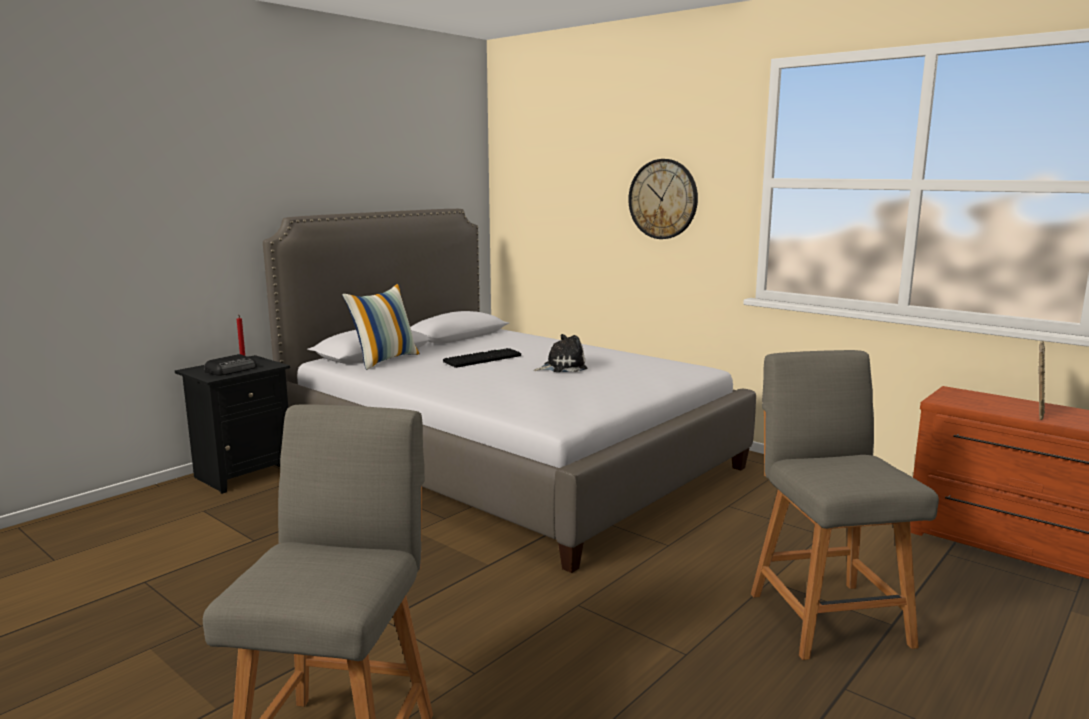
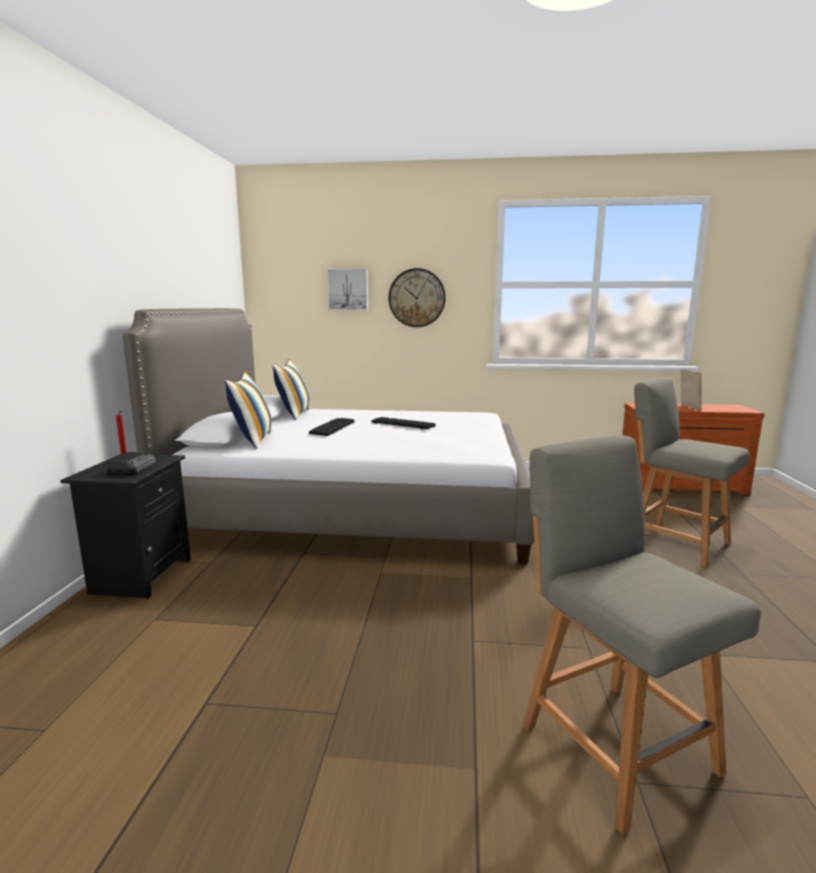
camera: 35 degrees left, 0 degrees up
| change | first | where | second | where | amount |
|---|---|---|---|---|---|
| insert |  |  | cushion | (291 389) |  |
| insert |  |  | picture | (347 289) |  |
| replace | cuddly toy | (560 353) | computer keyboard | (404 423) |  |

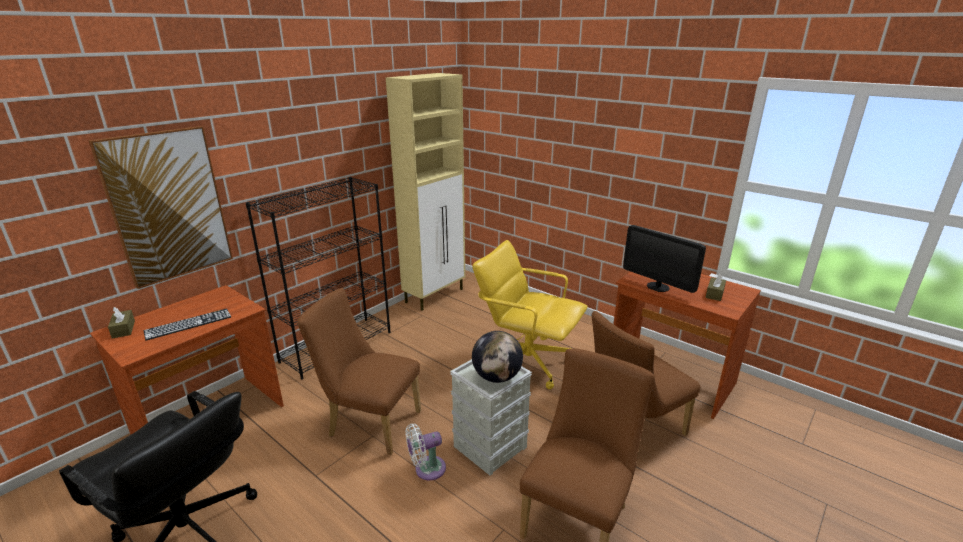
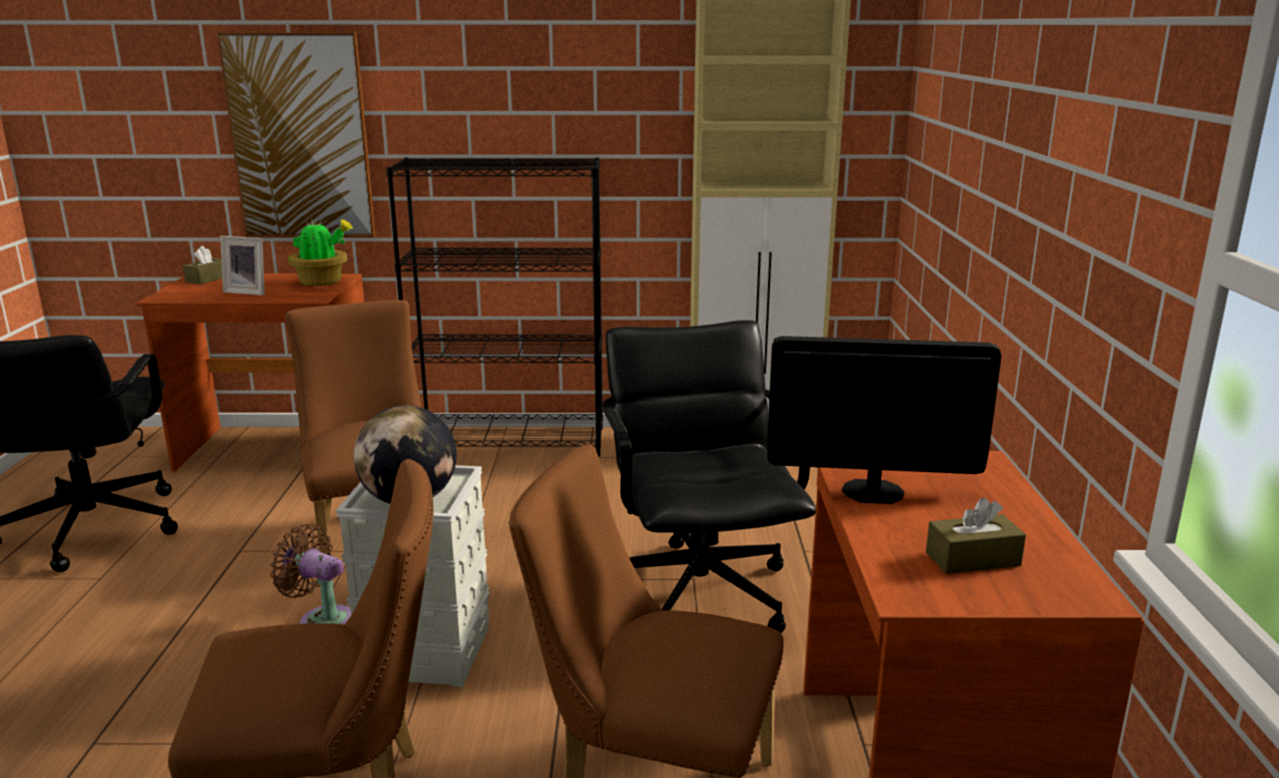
camera: 50 degrees right, 5 degrees down
| change | first | where | second | where | amount |
|---|---|---|---|---|---|
| replace | computer keyboard | (187 324) | picture frame | (242 265) |  |
| recolor | white-coloured fan | (425 452) | brownish fan | (310 574) |  |
| insert |  |  | houseplant | (320 252) |  |
| recolor | yellow desk chair | (530 314) | black-coloured desk chair | (709 476) |  |
| rotate | monitor | (664 259) |  | (884 420) | 90 degrees clockwise |

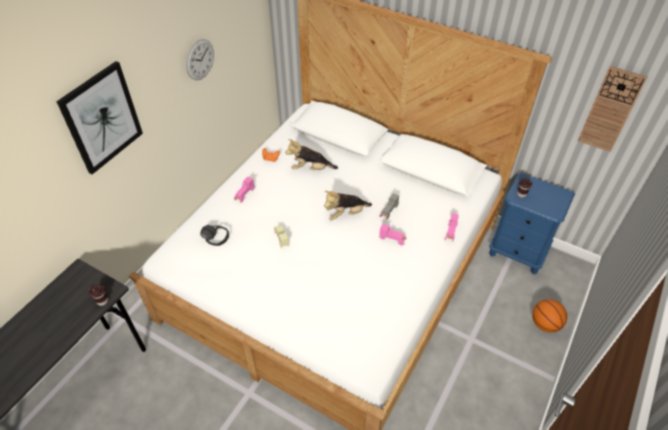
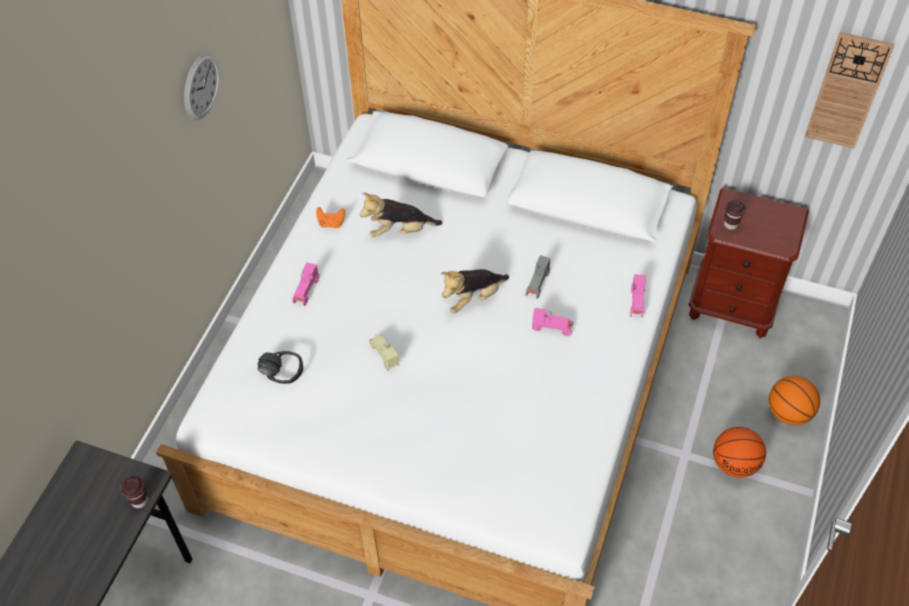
camera: 10 degrees left, 5 degrees up
| change | first | where | second | where | amount |
|---|---|---|---|---|---|
| recolor | bluish bedside table | (532 223) | brownish bedside table | (748 263) |  |
| insert |  |  | basketball | (739 452) |  |
| delete | picture | (99 117) |  |  |  |

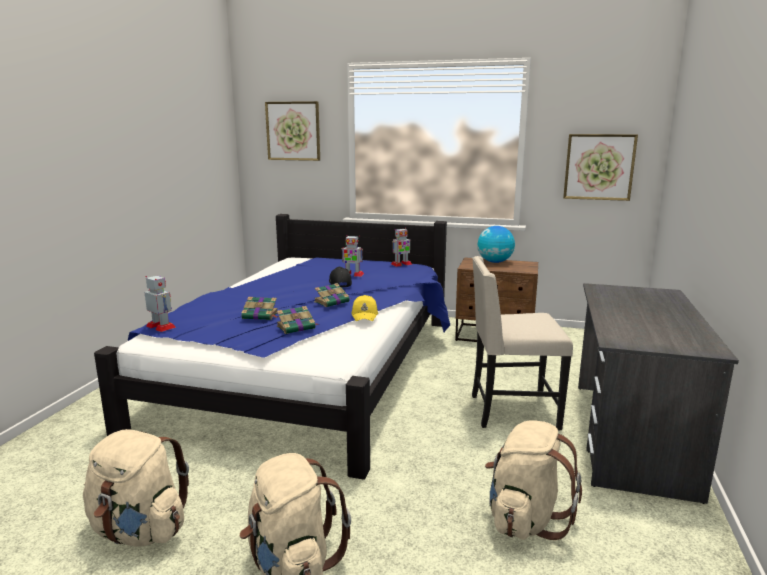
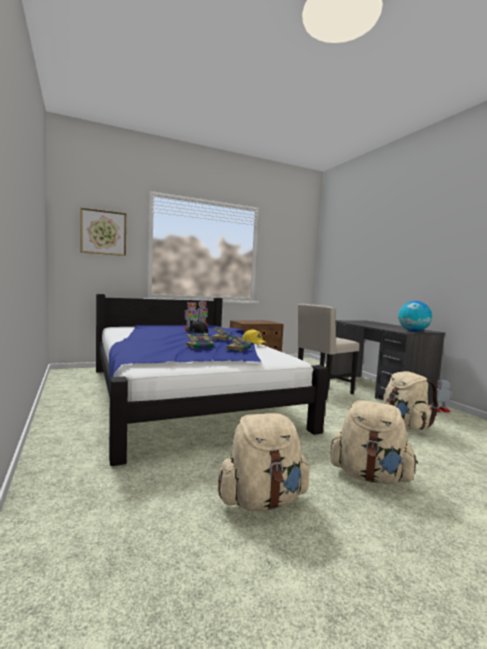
camera: 40 degrees left, 10 degrees down
| change | first | where | second | where | amount |
|---|---|---|---|---|---|
| move | desk globe | (496 244) |  | (415 316) |  |
| move | robot figure | (160 304) |  | (440 396) |  |
| delete | picture | (600 167) |  |  |  |

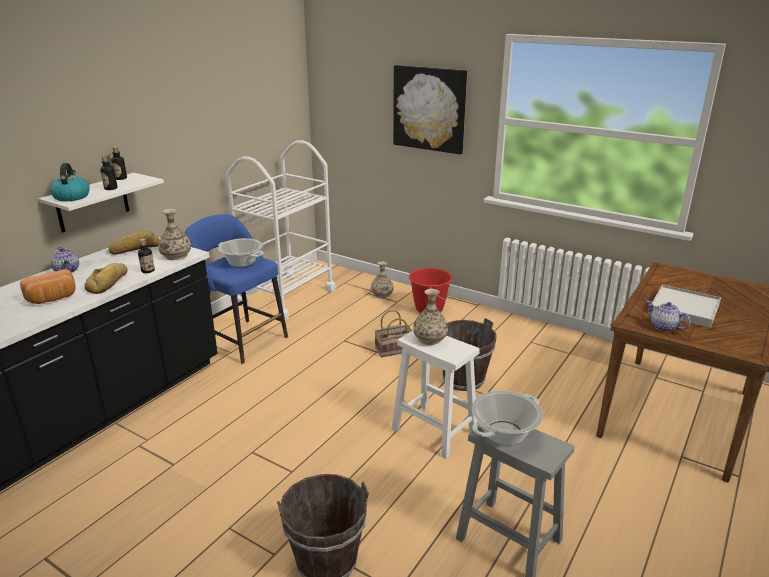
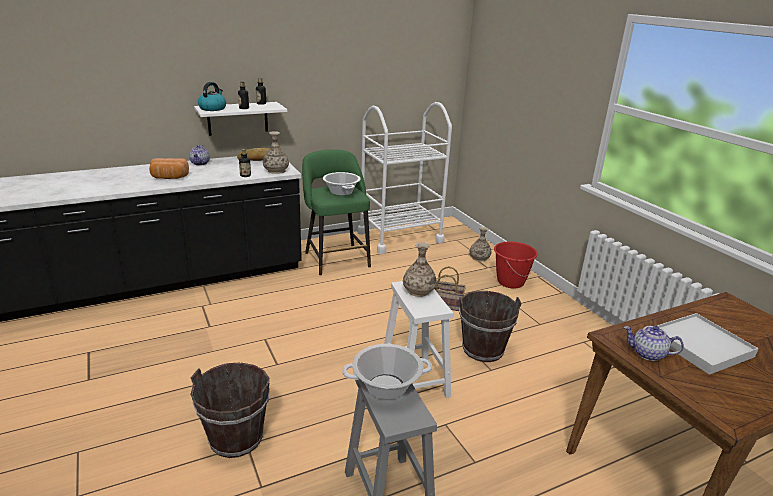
camera: 30 degrees right, 0 degrees up
| change | first | where | second | where | amount |
|---|---|---|---|---|---|
| recolor | bluish stool seat | (236 289) | green-coloured stool seat | (336 212) |  |
| rotate | teapot | (668 316) |  | (654 343) | 60 degrees counterclockwise |
| delete | bread | (106 278) |  |  |  |
| delete | picture | (430 109) |  |  |  |

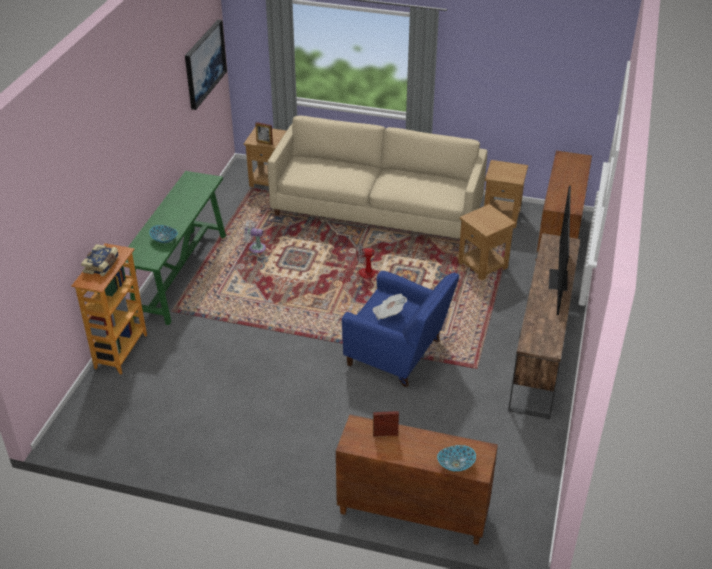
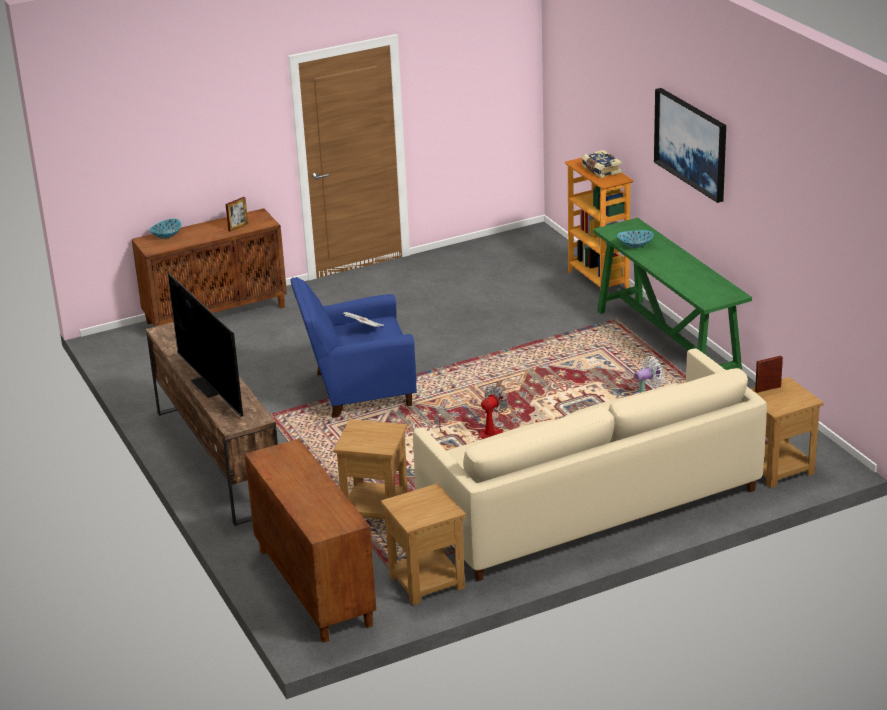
camera: 140 degrees right, 10 degrees down
| change | first | where | second | where | amount |
|---|---|---|---|---|---|
| move | picture | (206 64) |  | (690 145) |  |

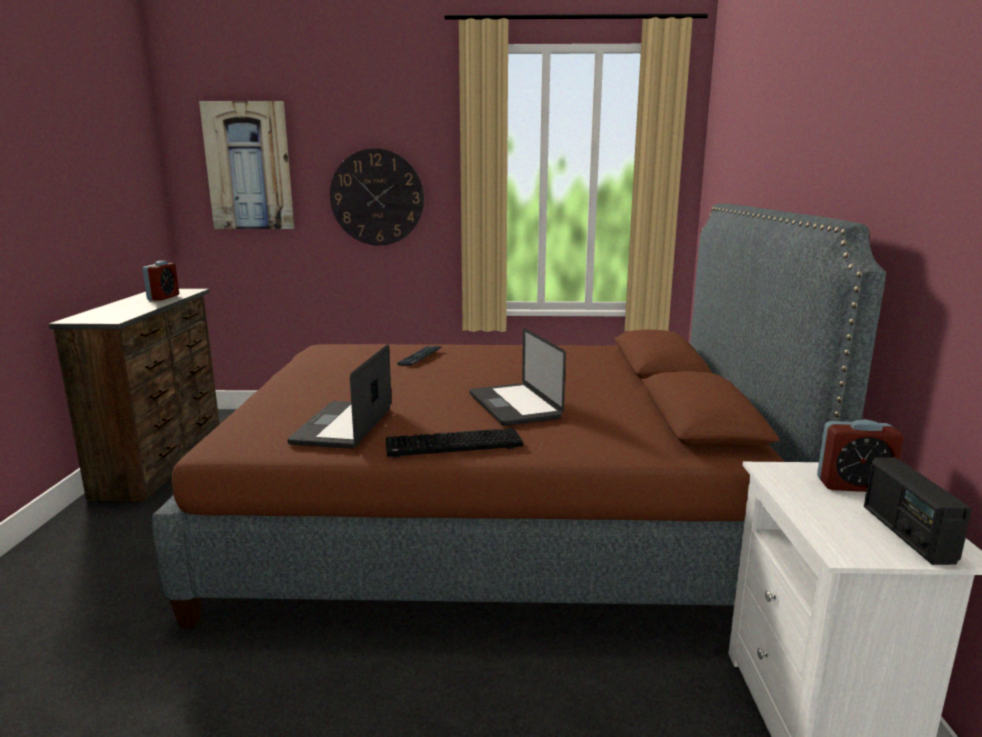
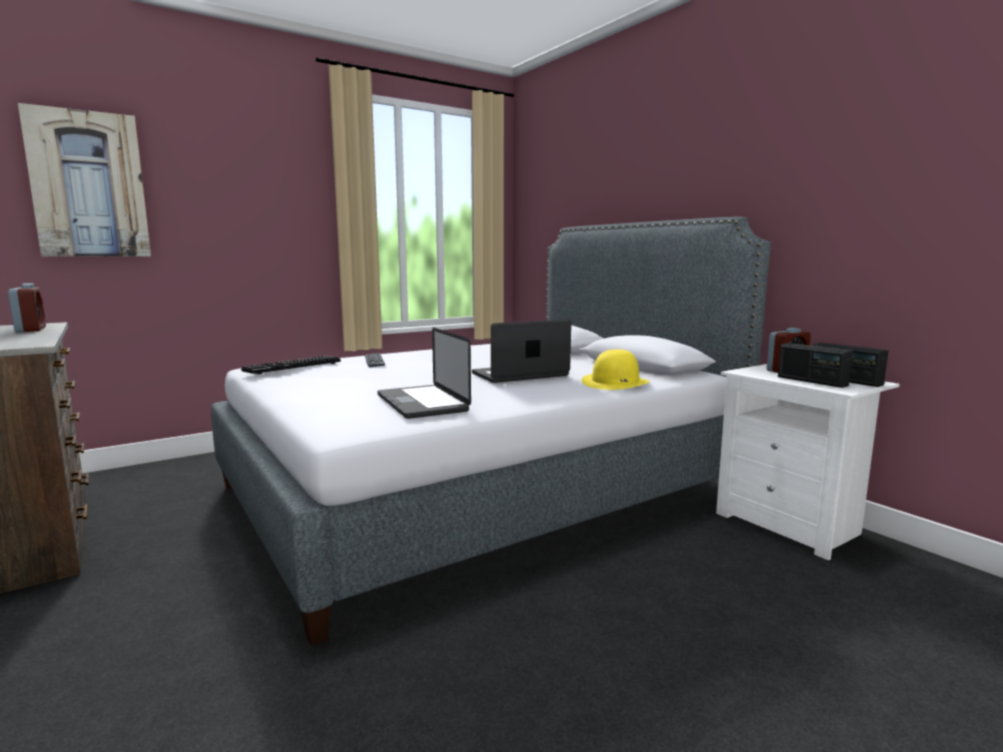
camera: 35 degrees left, 5 degrees down
| change | first | where | second | where | amount |
|---|---|---|---|---|---|
| recolor | brownish bedroom bed | (519 415) | greyish bedroom bed | (491 431) |  |
| move | computer keyboard | (454 443) |  | (291 365) |  |
| rotate | notebook computer | (517 377) |  | (521 351) | 120 degrees clockwise |
| insert |  |  | yellow hat | (615 369) |  |
| insert |  |  | radio | (815 365) |  |
| delete | hanging clock | (377 197) |  |  |  |

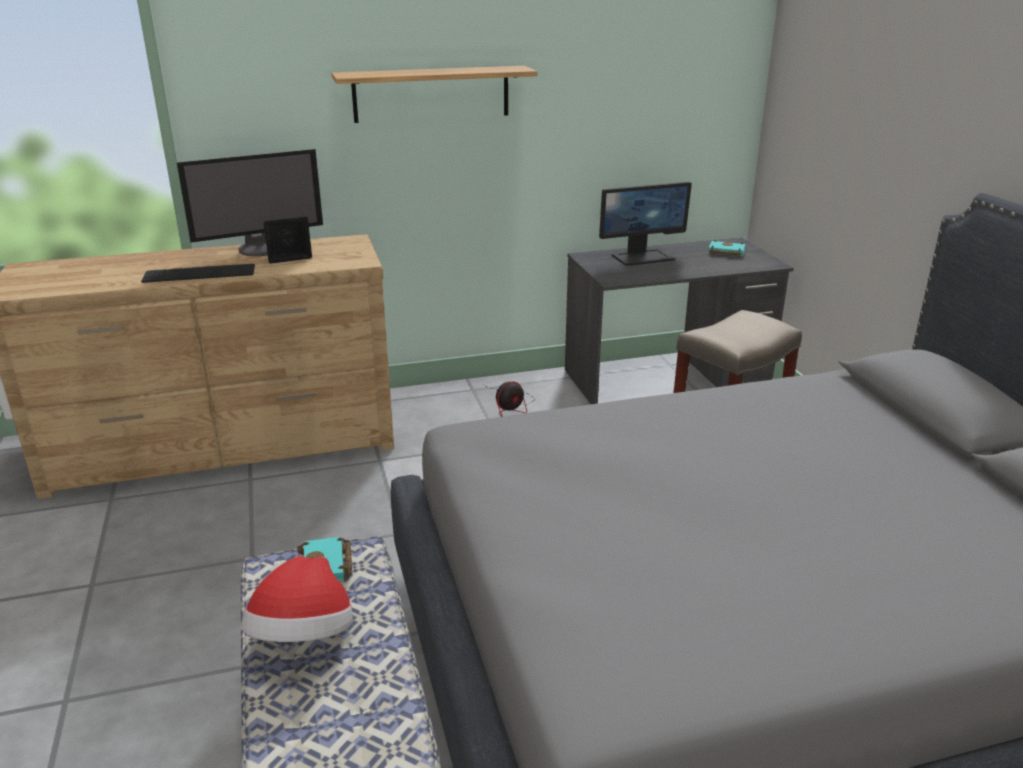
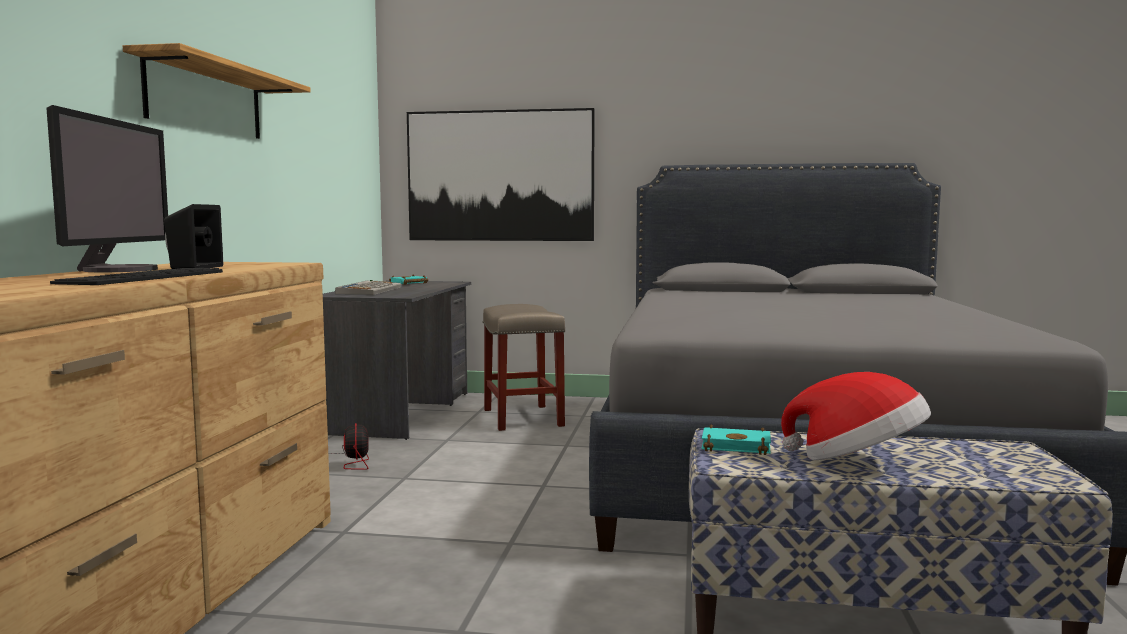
camera: 65 degrees left, 20 degrees down
| change | first | where | second | where | amount |
|---|---|---|---|---|---|
| replace | monitor | (645 224) | computer keyboard | (368 287) |  |
| insert |  |  | picture | (501 174) |  |

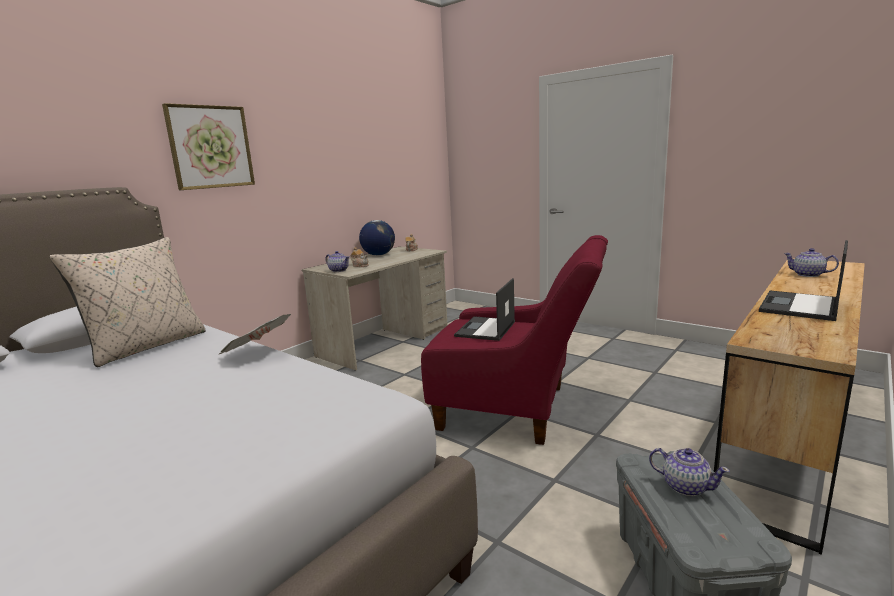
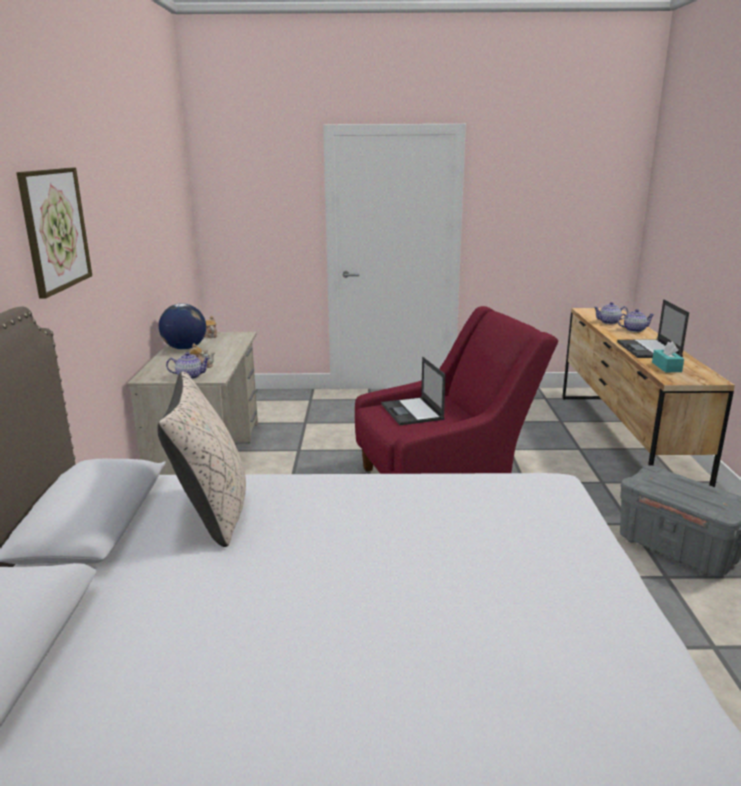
camera: 40 degrees left, 5 degrees up
| change | first | where | second | where | amount |
|---|---|---|---|---|---|
| move | teapot | (689 472) |  | (636 320) |  |
| insert |  |  | turquoise-coloured box of tissues | (668 356) |  |
| delete | newspaper | (255 334) |  |  |  |

